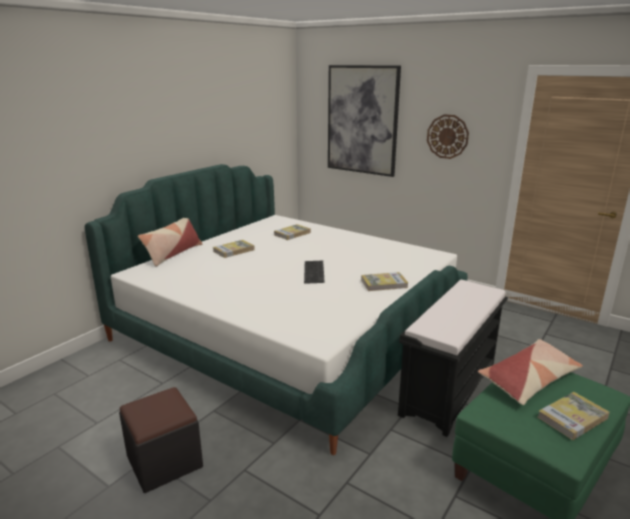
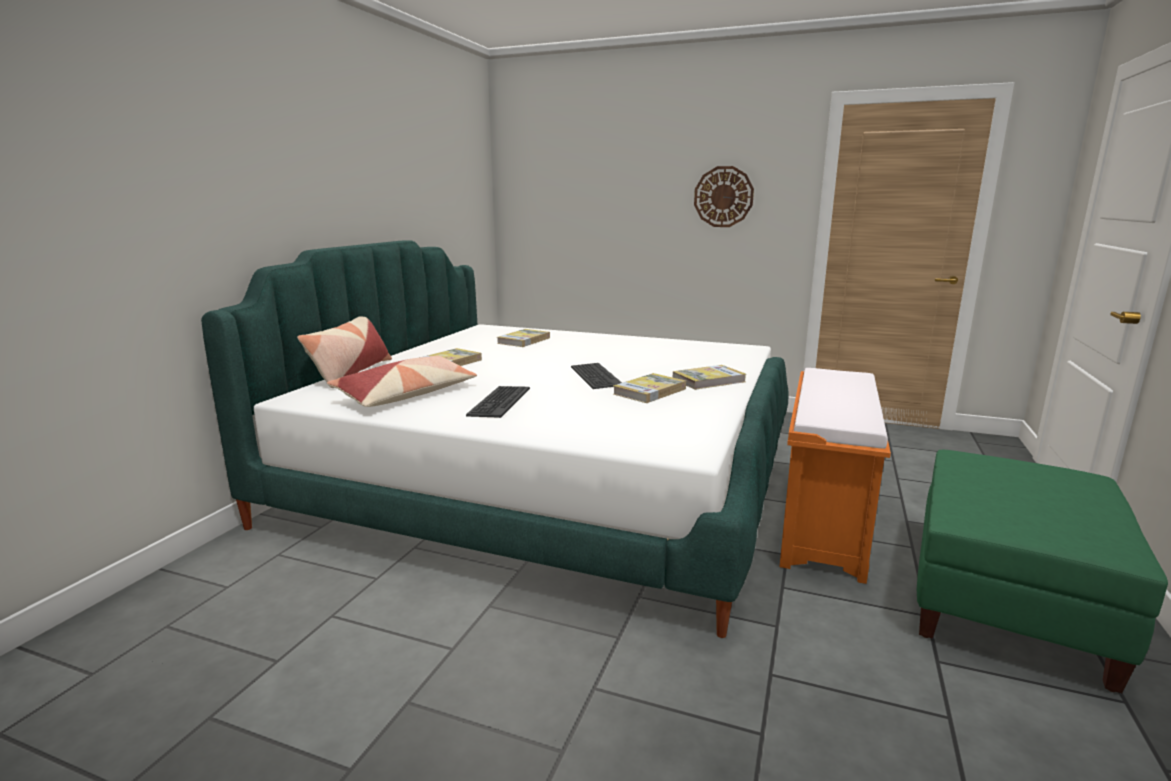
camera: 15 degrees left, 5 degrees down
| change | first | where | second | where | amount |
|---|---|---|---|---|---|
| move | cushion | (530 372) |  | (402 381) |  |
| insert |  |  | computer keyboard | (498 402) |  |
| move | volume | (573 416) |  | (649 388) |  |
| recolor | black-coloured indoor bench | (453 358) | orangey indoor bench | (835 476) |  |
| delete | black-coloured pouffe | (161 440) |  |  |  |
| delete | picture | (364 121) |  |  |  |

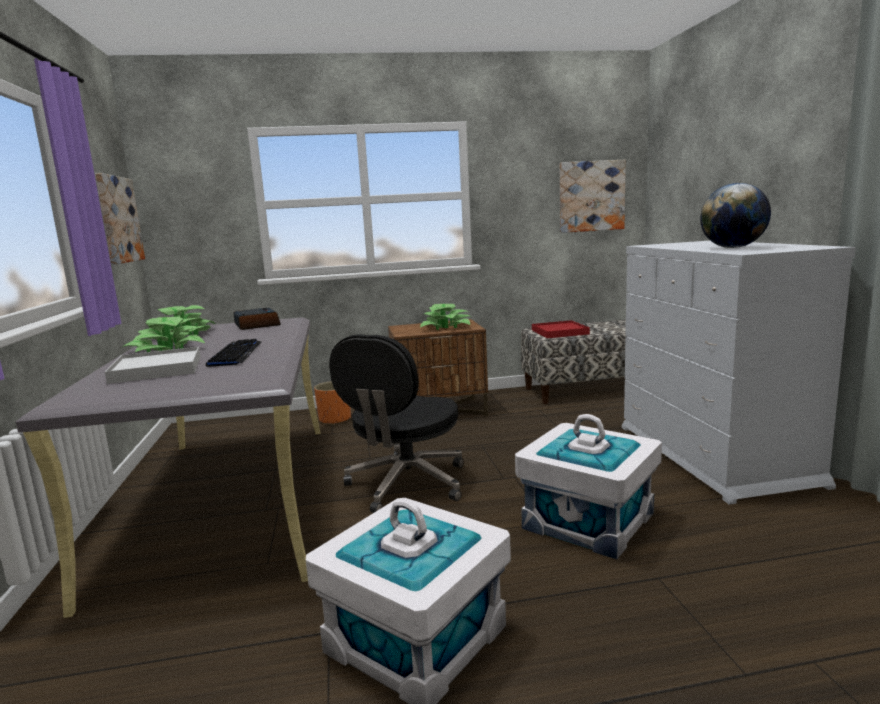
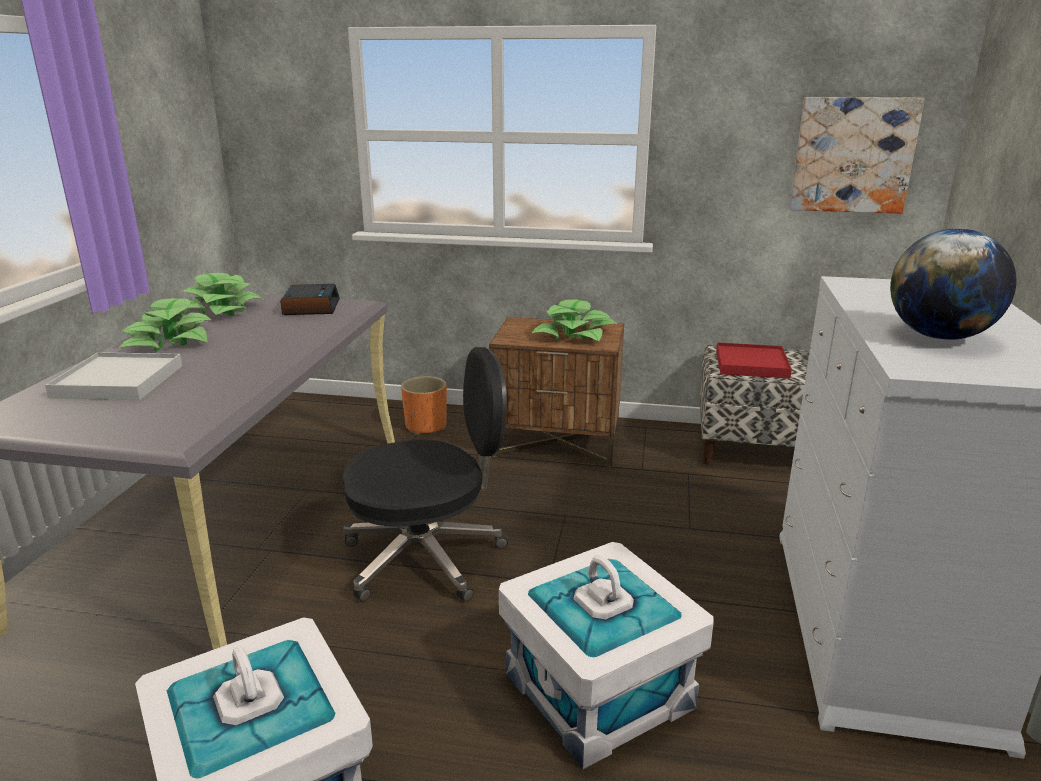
camera: 20 degrees right, 10 degrees up
| change | first | where | second | where | amount |
|---|---|---|---|---|---|
| rotate | black-coloured desk chair | (396 423) |  | (425 474) | 150 degrees counterclockwise |
| delete | picture | (120 219) |  |  |  |
| delete | computer keyboard | (233 353) |  |  |  |

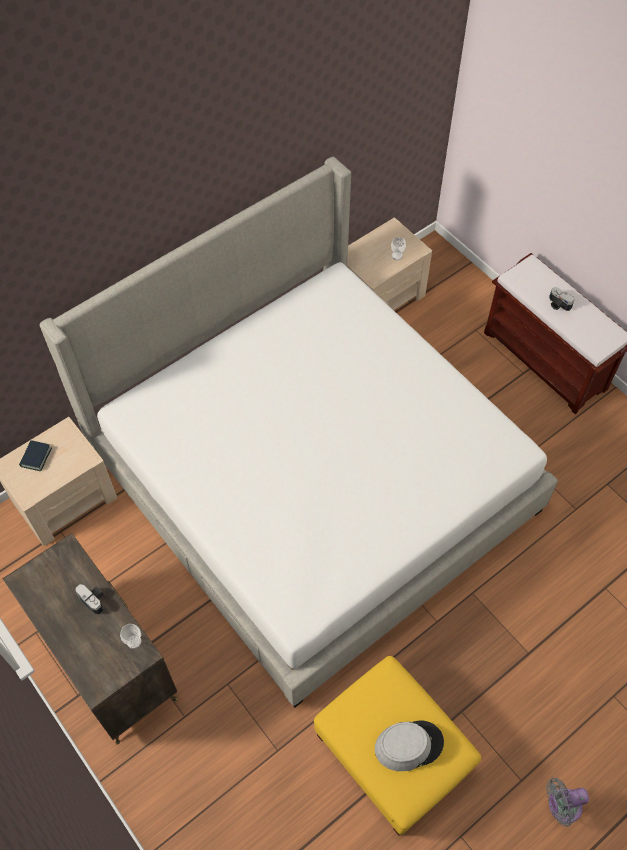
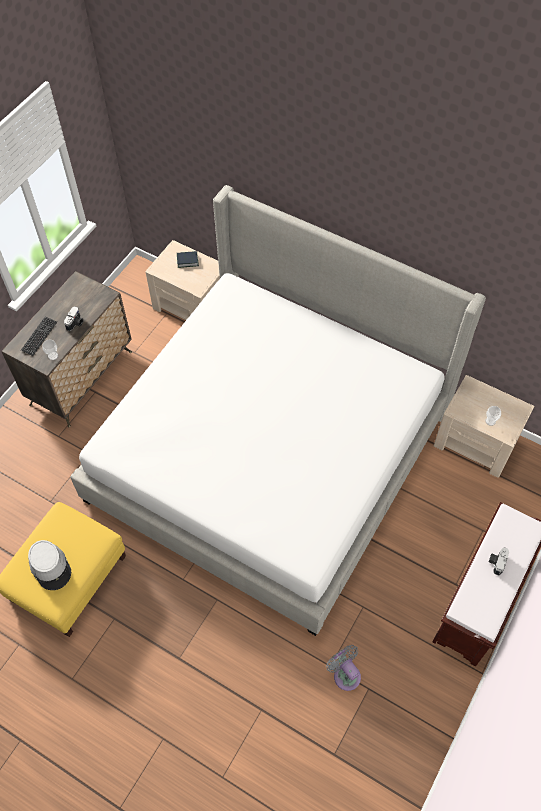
camera: 70 degrees right, 0 degrees up
| change | first | where | second | where | amount |
|---|---|---|---|---|---|
| insert |  |  | computer keyboard | (39 336) |  |
| move | greyish fan | (567 802) |  | (343 668) |  |

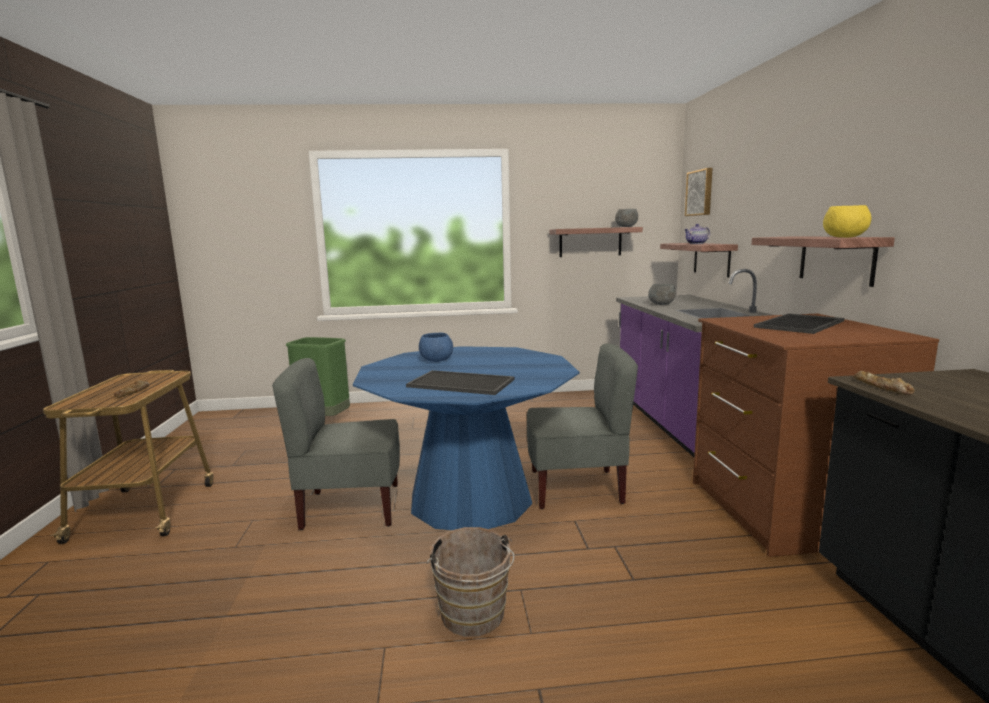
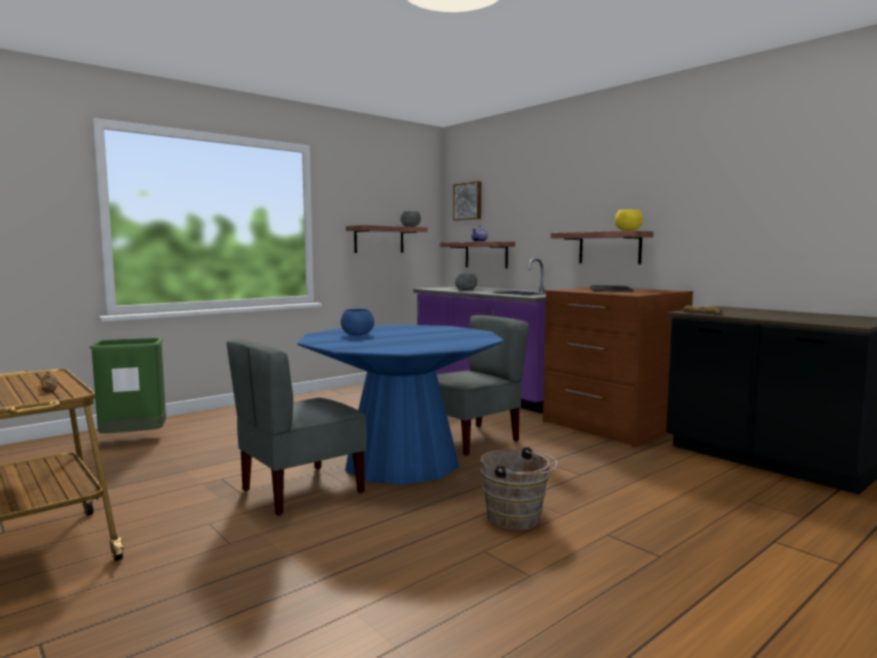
camera: 35 degrees left, 5 degrees down
| change | first | where | second | where | amount |
|---|---|---|---|---|---|
| delete | serving tray | (460 382) |  |  |  |

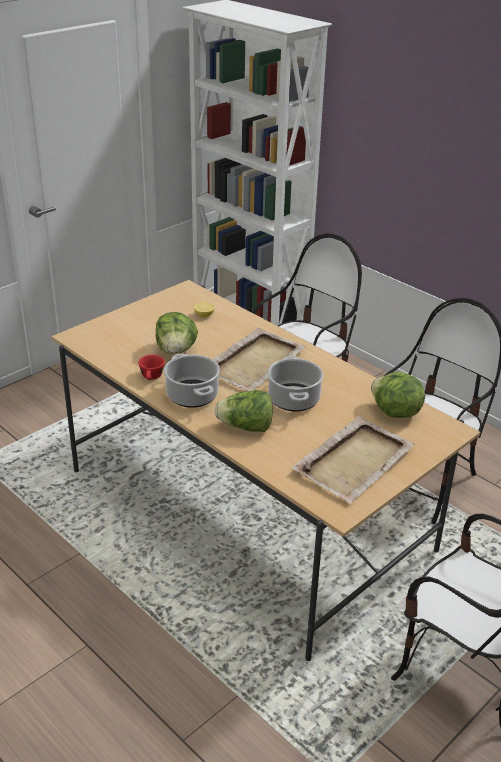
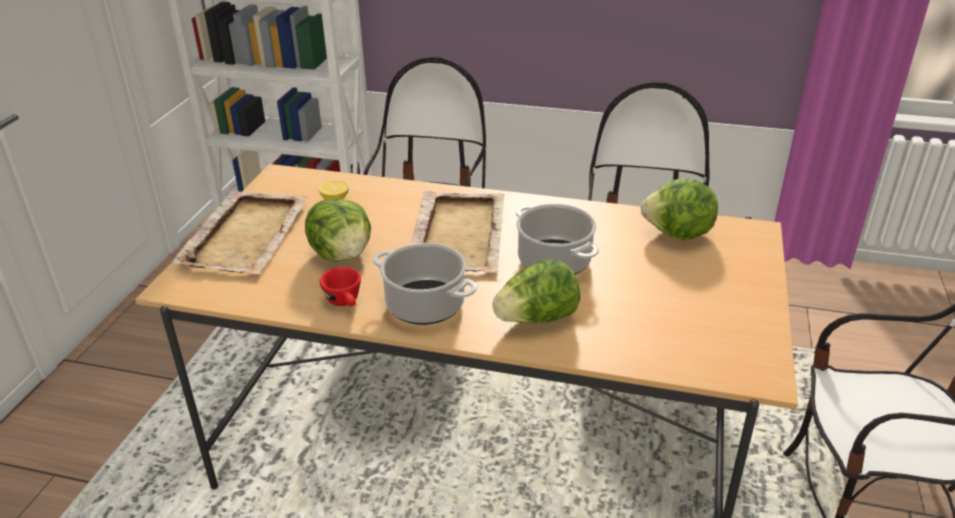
camera: 30 degrees left, 0 degrees up
| change | first | where | second | where | amount |
|---|---|---|---|---|---|
| move | sand-coloured serving tray | (353 459) |  | (239 232) |  |

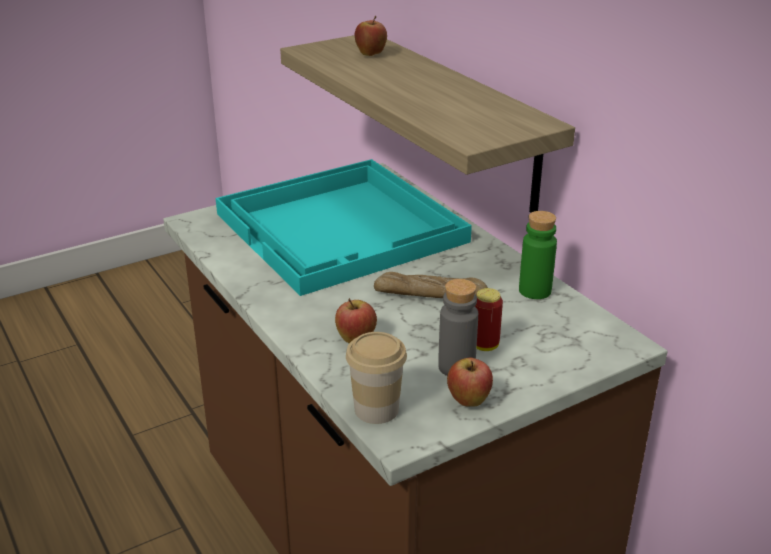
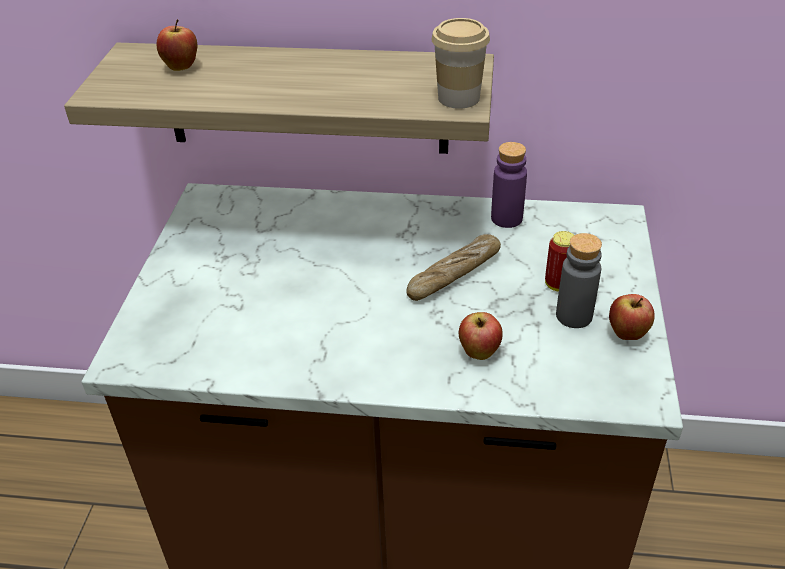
camera: 50 degrees left, 10 degrees up
| change | first | where | second | where | amount |
|---|---|---|---|---|---|
| move | cup | (376 378) |  | (461 63) |  |
| recolor | green-coloured drink bottle | (538 255) | purple drink bottle | (509 185) |  |
| delete | turquoise-coloured serving tray | (344 227) |  |  |  |

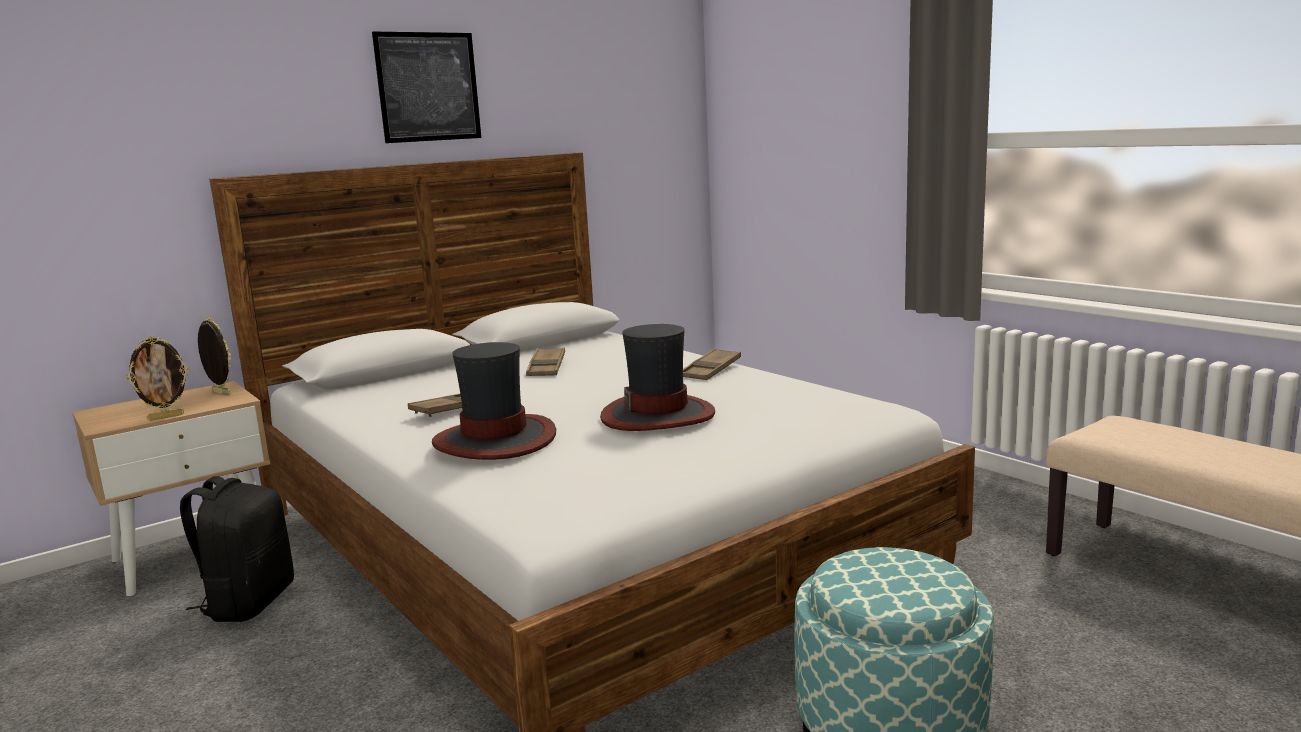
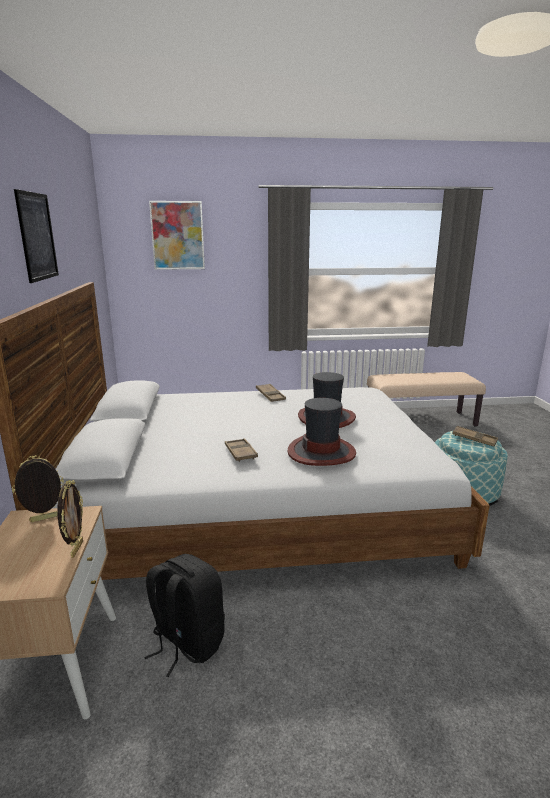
camera: 60 degrees left, 5 degrees up
| change | first | where | second | where | amount |
|---|---|---|---|---|---|
| insert |  |  | picture | (177 235) |  |
| move | brownish serving tray | (545 361) |  | (475 436) |  |

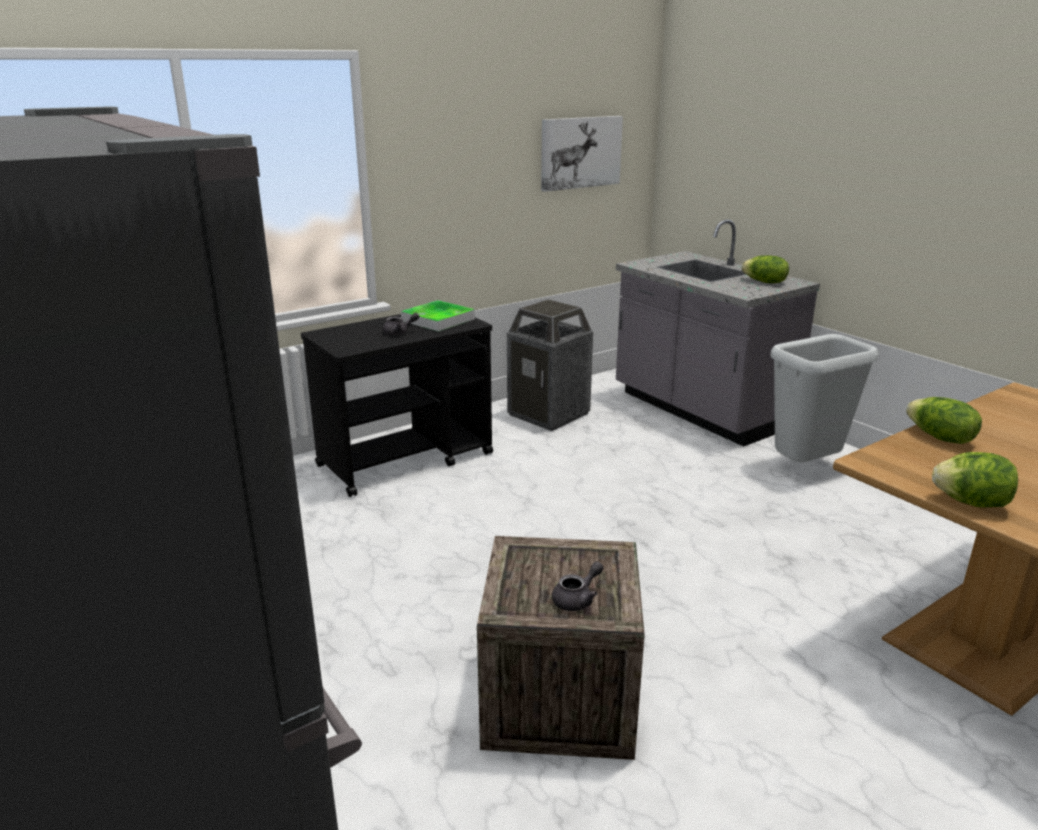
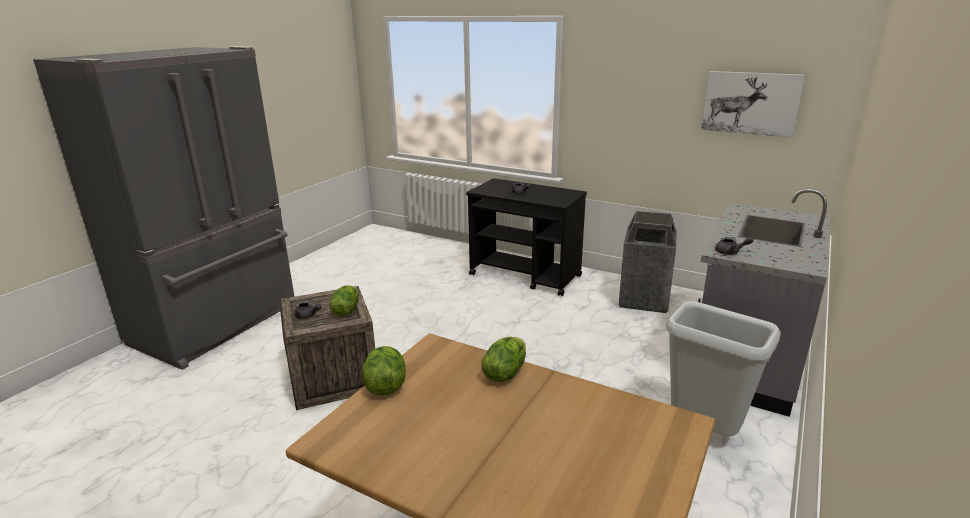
camera: 65 degrees right, 0 degrees up
| change | first | where | second | where | amount |
|---|---|---|---|---|---|
| move | head of lettuce | (765 269) |  | (344 300) |  |
| insert |  |  | greyish teapot | (734 246) |  |
| delete | serving tray | (438 315) |  |  |  |

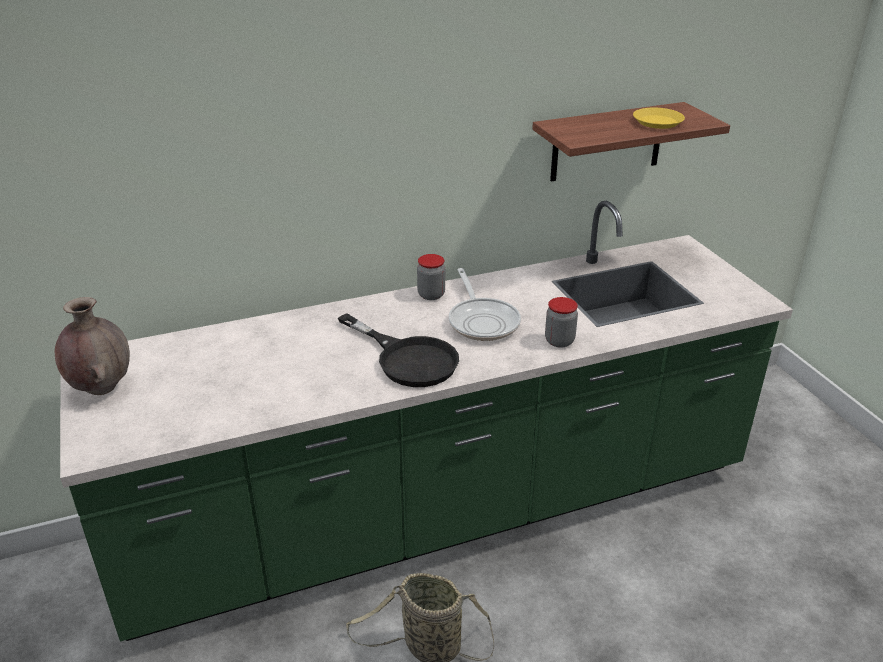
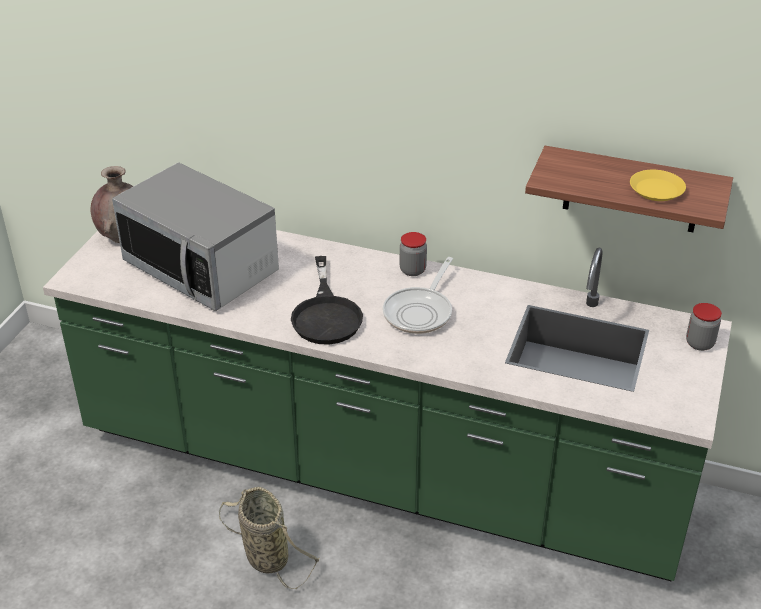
camera: 40 degrees right, 5 degrees up
| change | first | where | second | where | amount |
|---|---|---|---|---|---|
| insert |  |  | microwave | (195 236) |  |
| move | jar | (561 322) |  | (704 327) |  |

